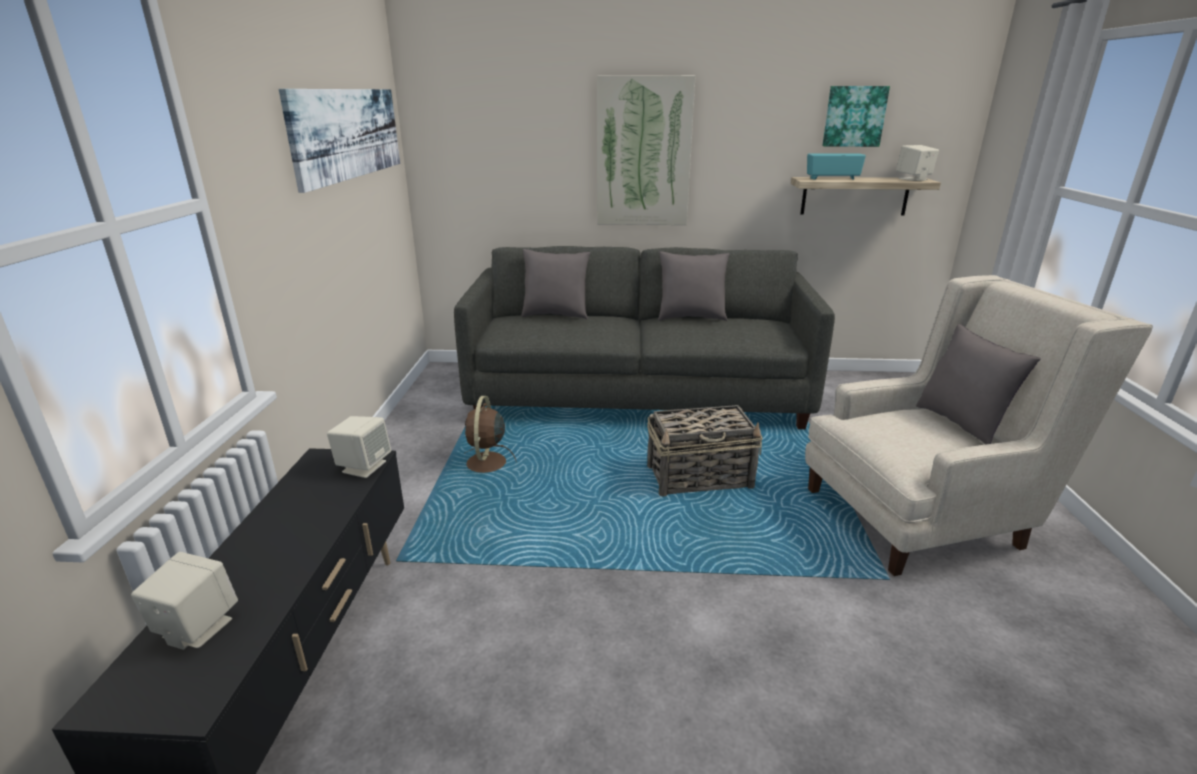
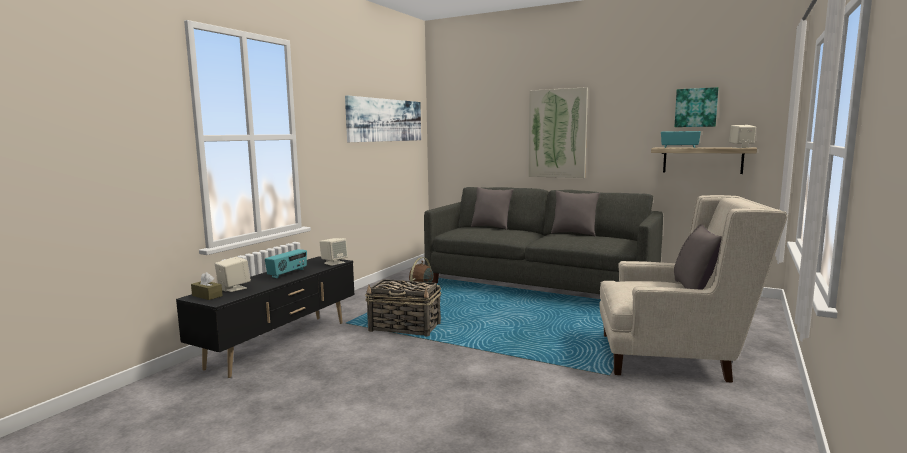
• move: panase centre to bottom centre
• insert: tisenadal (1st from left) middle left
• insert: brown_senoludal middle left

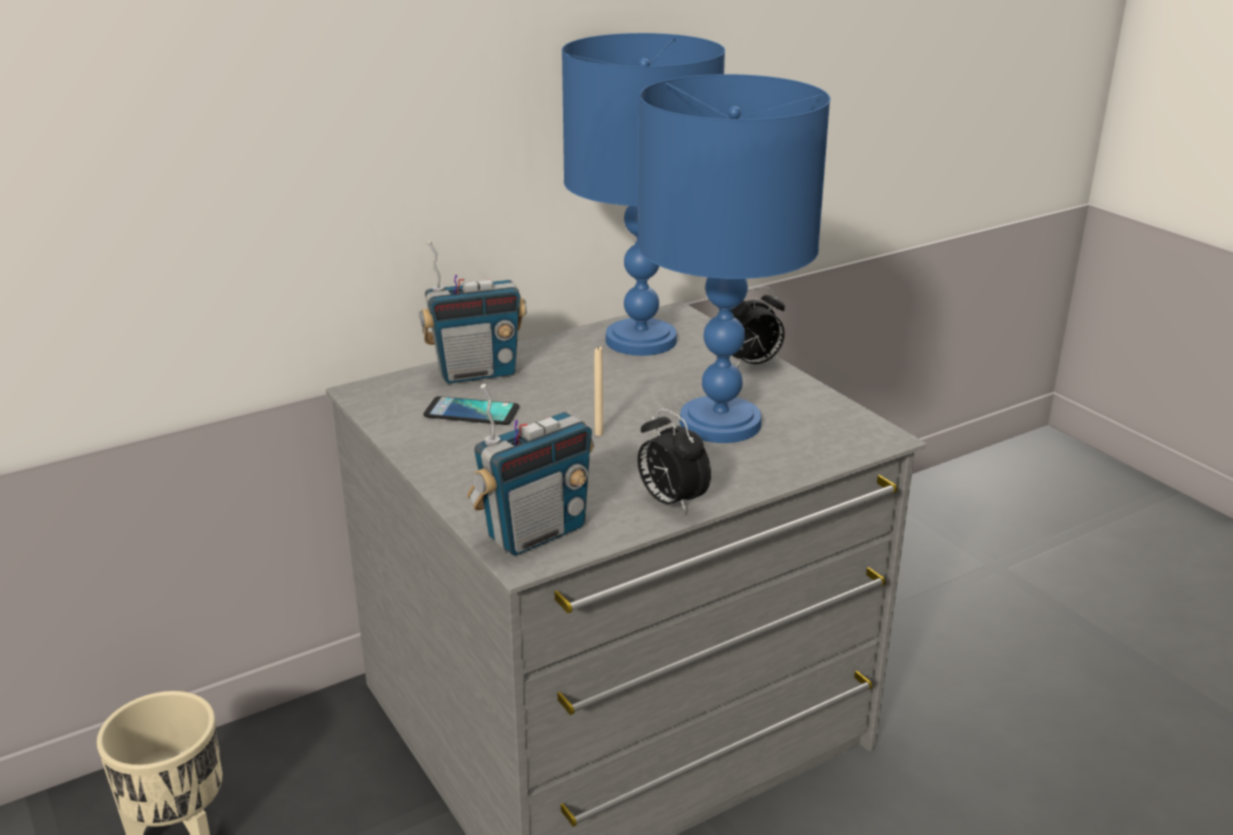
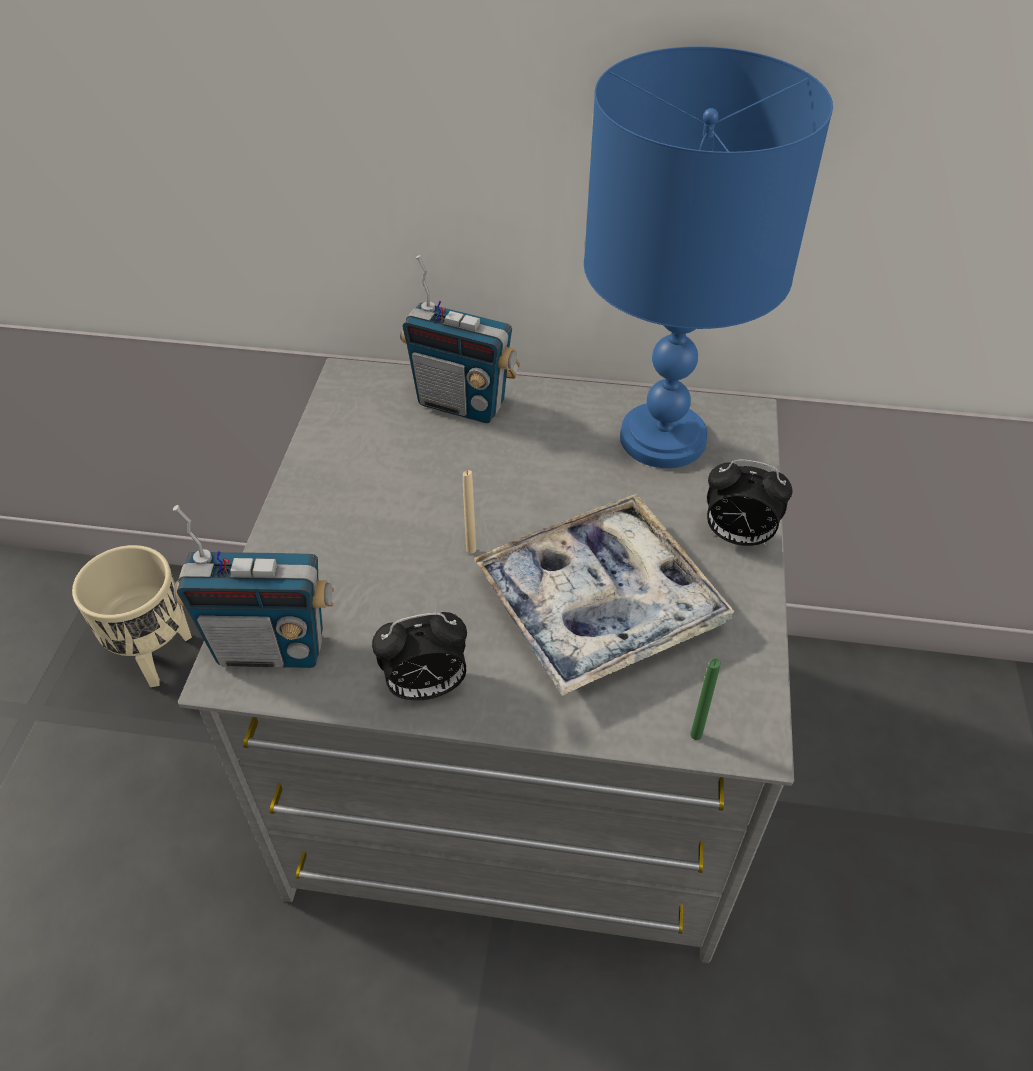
• replace: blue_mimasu (2nd from left) top centre to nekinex centre
• delete: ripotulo centre
• rotate: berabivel (1st from left) centre = centre 105 degrees counterclockwise
• insert: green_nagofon middle right

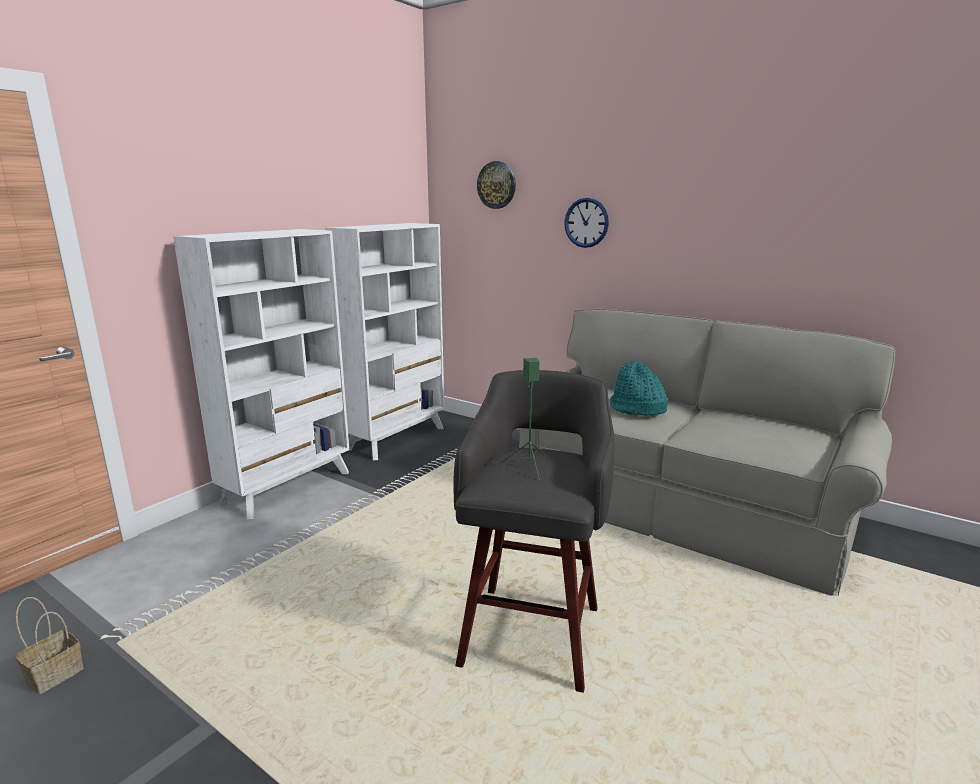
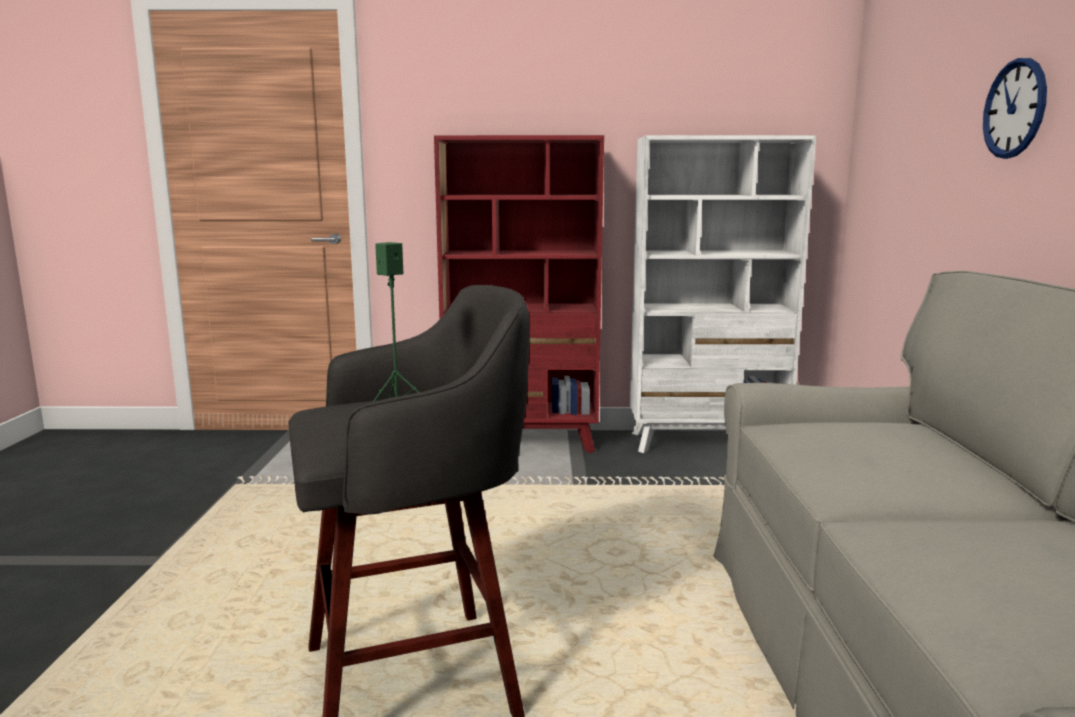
• delete: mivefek (1st from left) top centre
• recolor: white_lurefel (1st from left) middle left to red_lurefel centre
• delete: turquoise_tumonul centre
• delete: panase bottom left

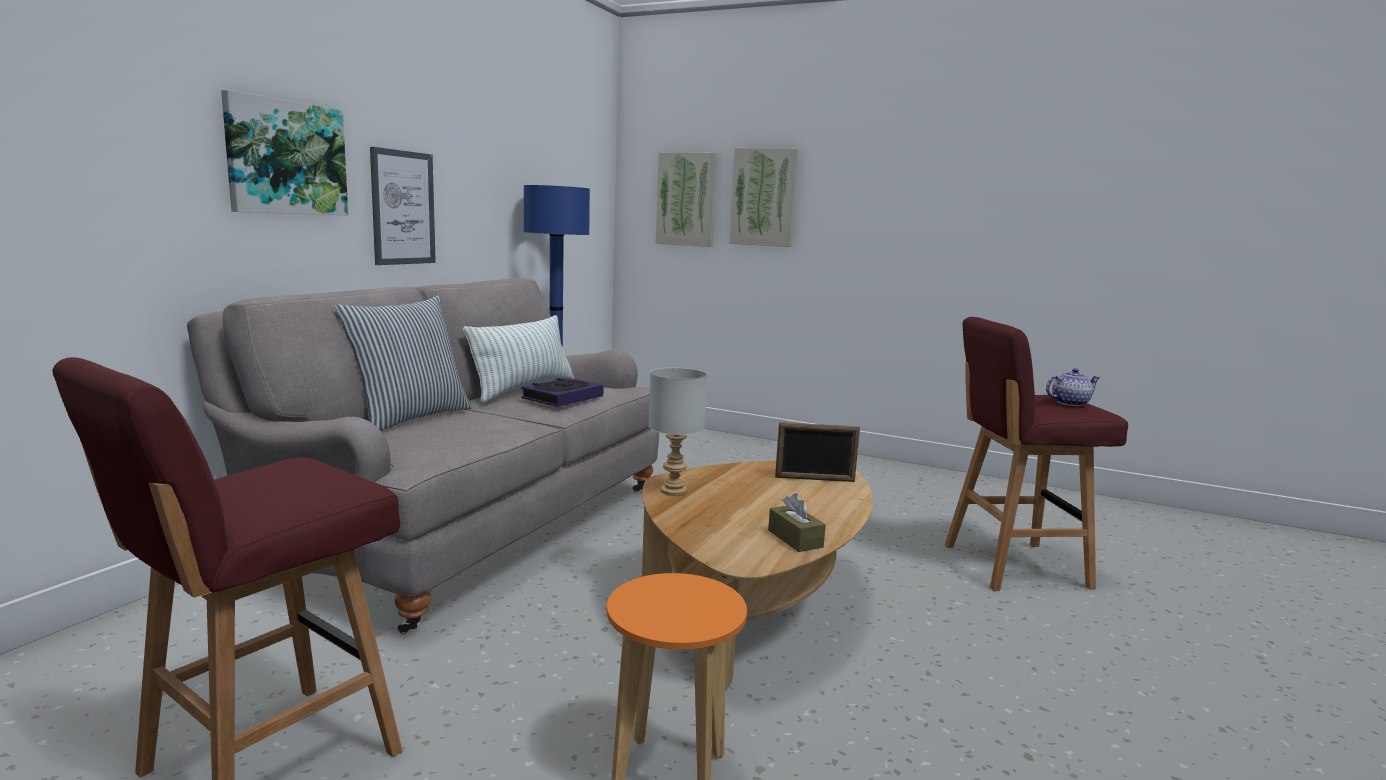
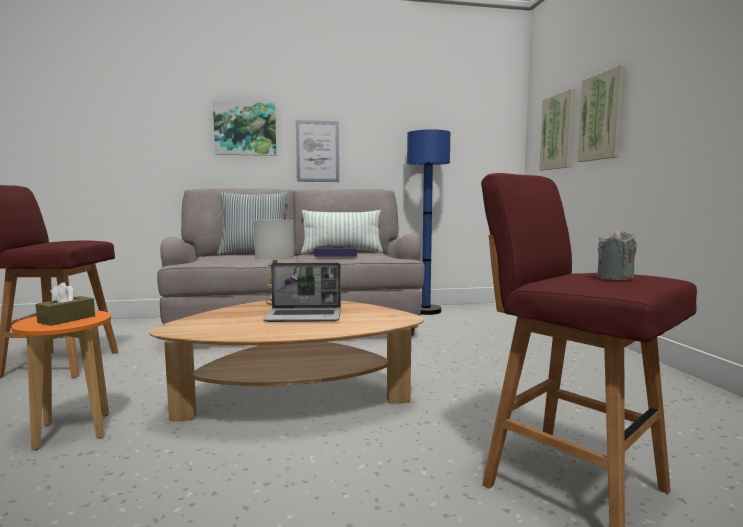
• replace: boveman middle right to grey_nagofon middle right
• delete: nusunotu centre
• move: brown_senoludal bottom centre to middle left
• insert: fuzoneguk centre

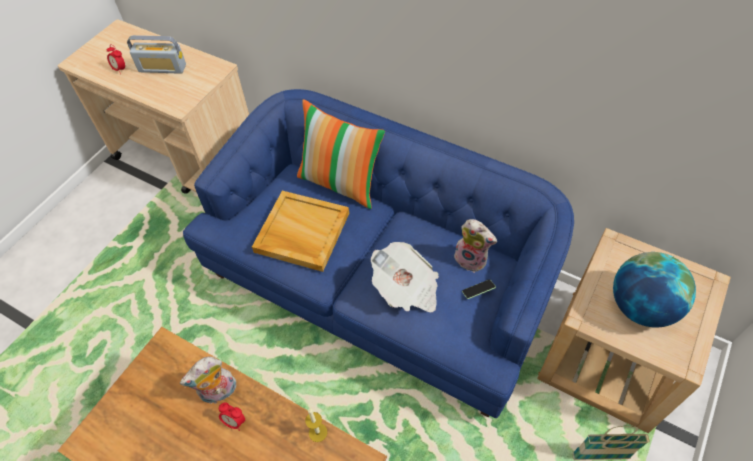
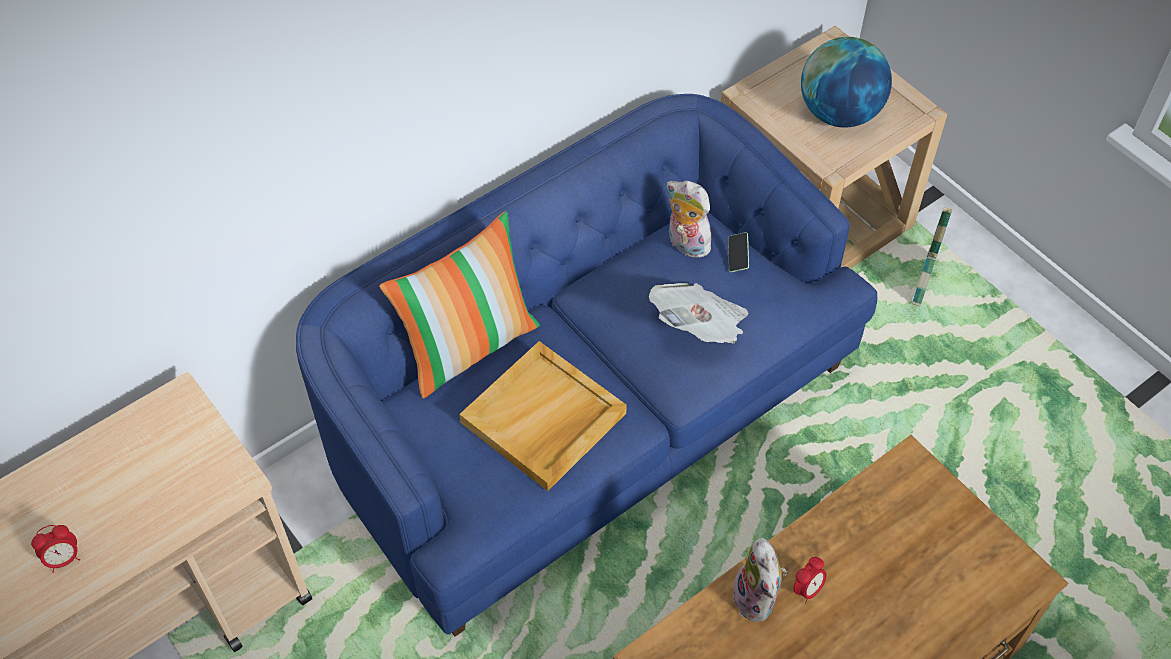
• delete: tisenadal top left
• rotate: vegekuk (2nd from left in the first image) centre = top centre 105 degrees counterclockwise
• delete: nagofon bottom centre

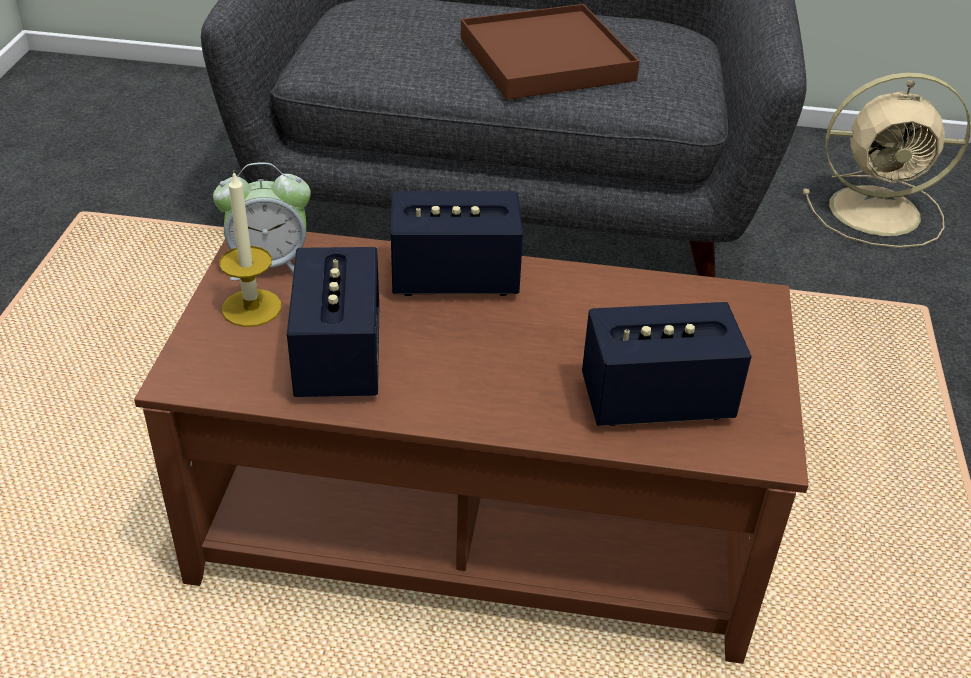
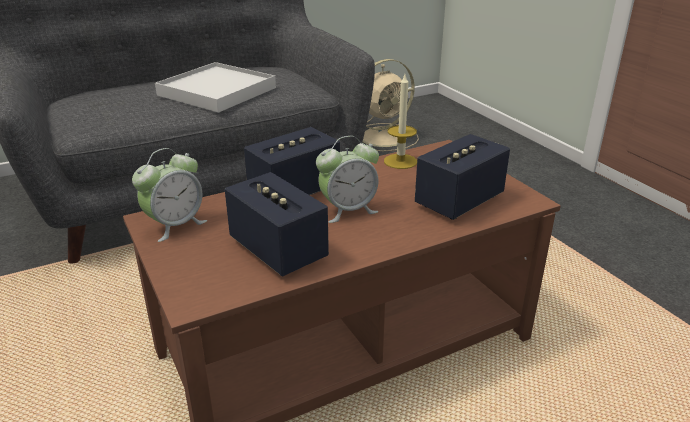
• recolor: brown_nekinex top centre to white_nekinex top left
• move: nagofon middle left to top centre
• insert: berabivel (2nd from left) centre

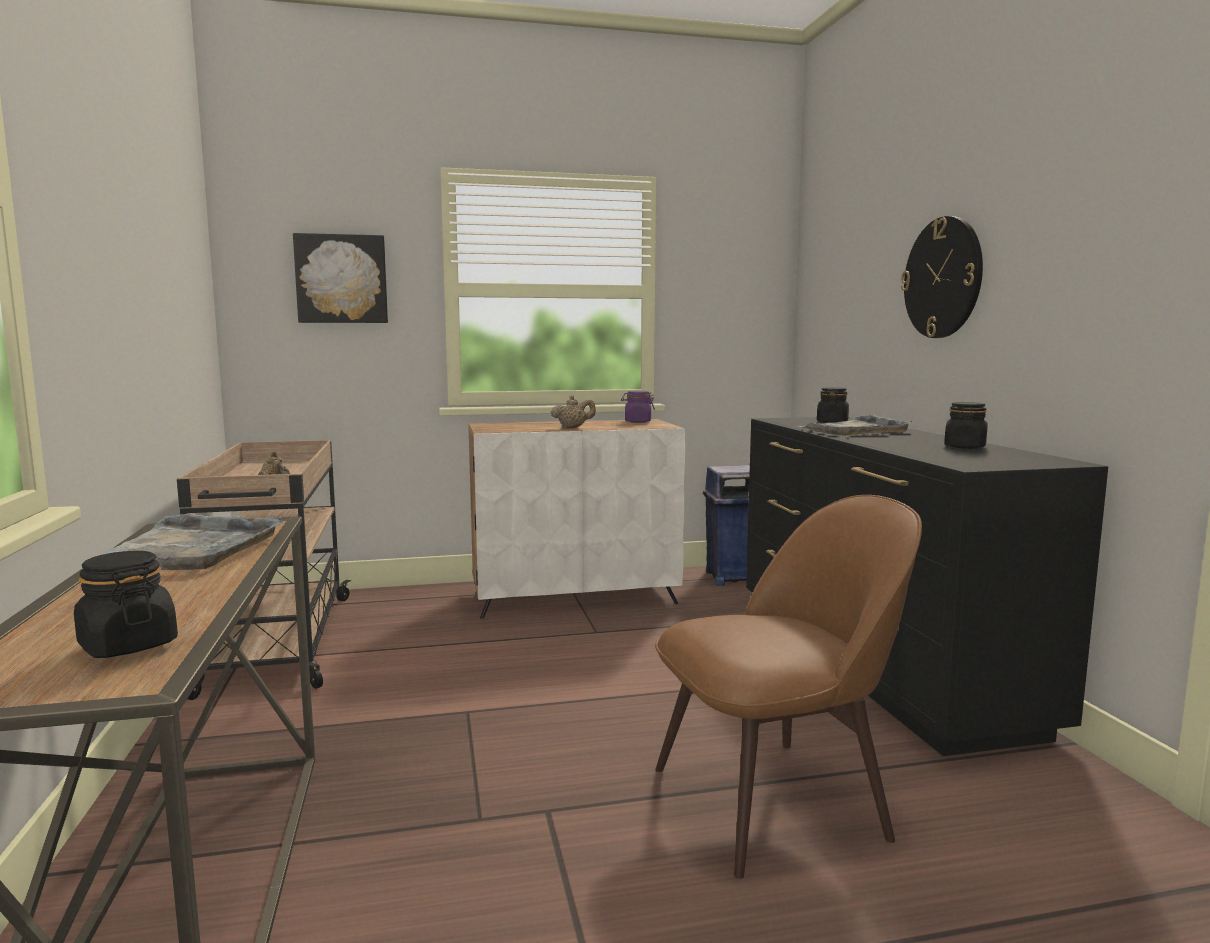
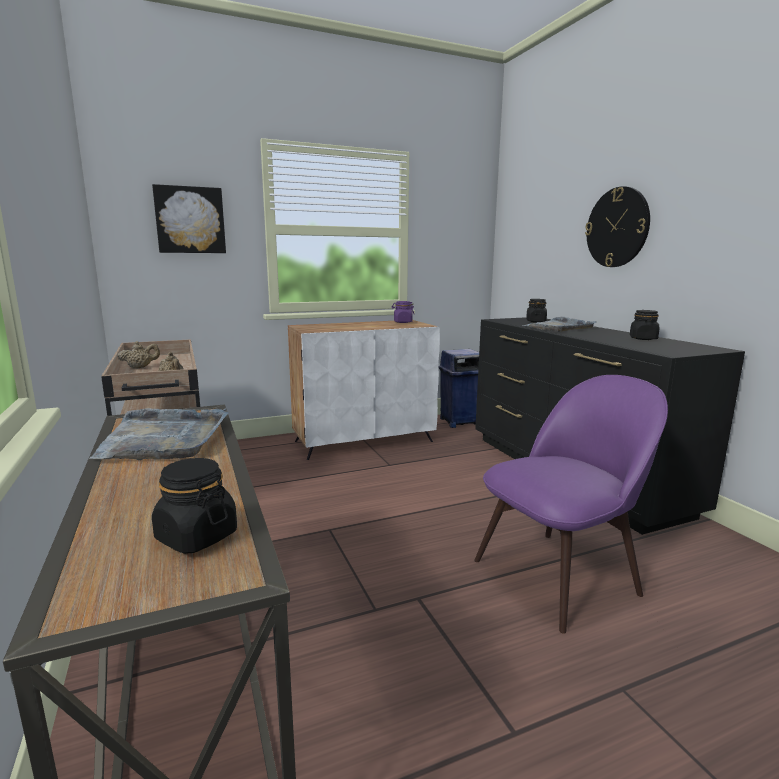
• move: beige_boveman (2nd from left in the first image) centre to beige_boveman (1st from left) middle left
• recolor: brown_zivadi bottom centre to purple_zivadi middle right

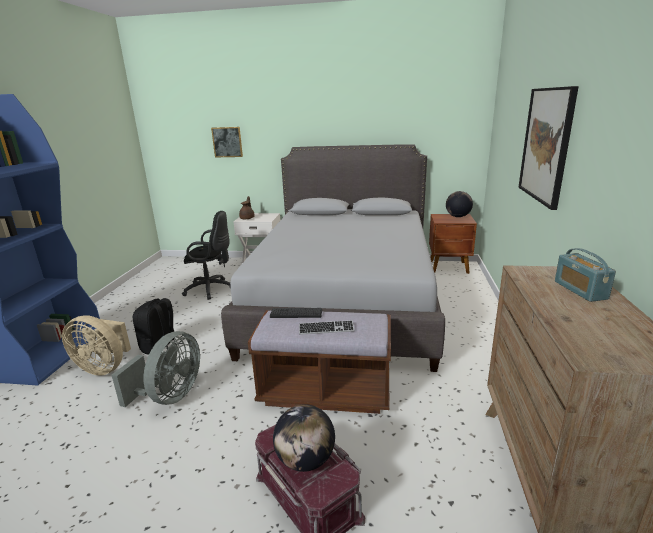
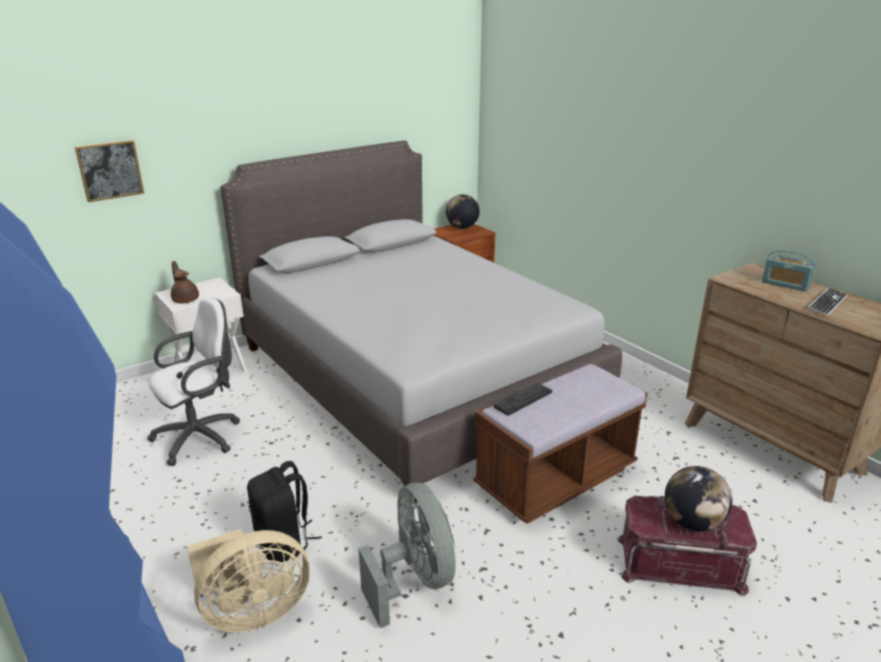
• delete: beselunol (2nd from left) top right
• recolor: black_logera middle left to white_logera middle left
• move: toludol (2nd from left) centre to middle right

